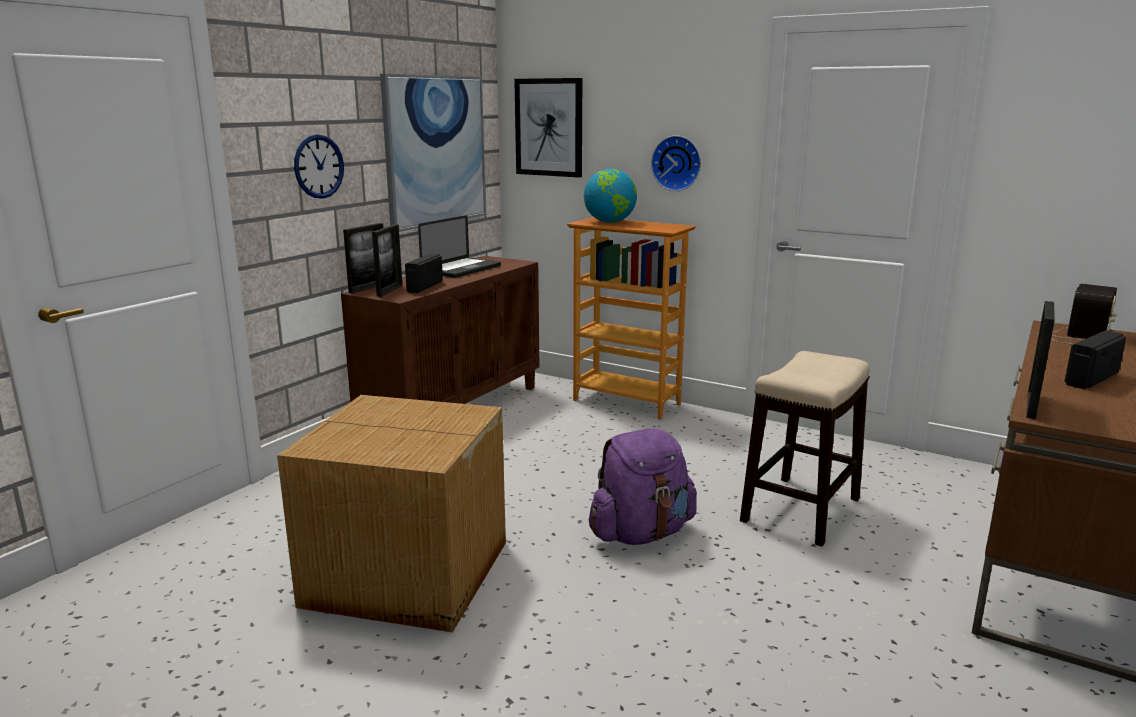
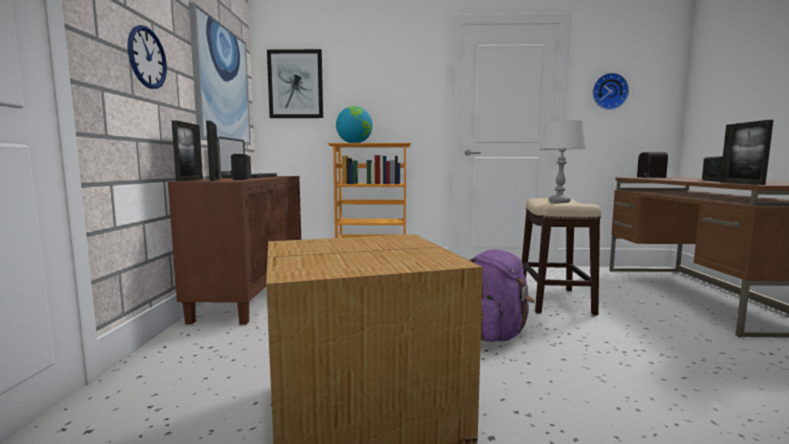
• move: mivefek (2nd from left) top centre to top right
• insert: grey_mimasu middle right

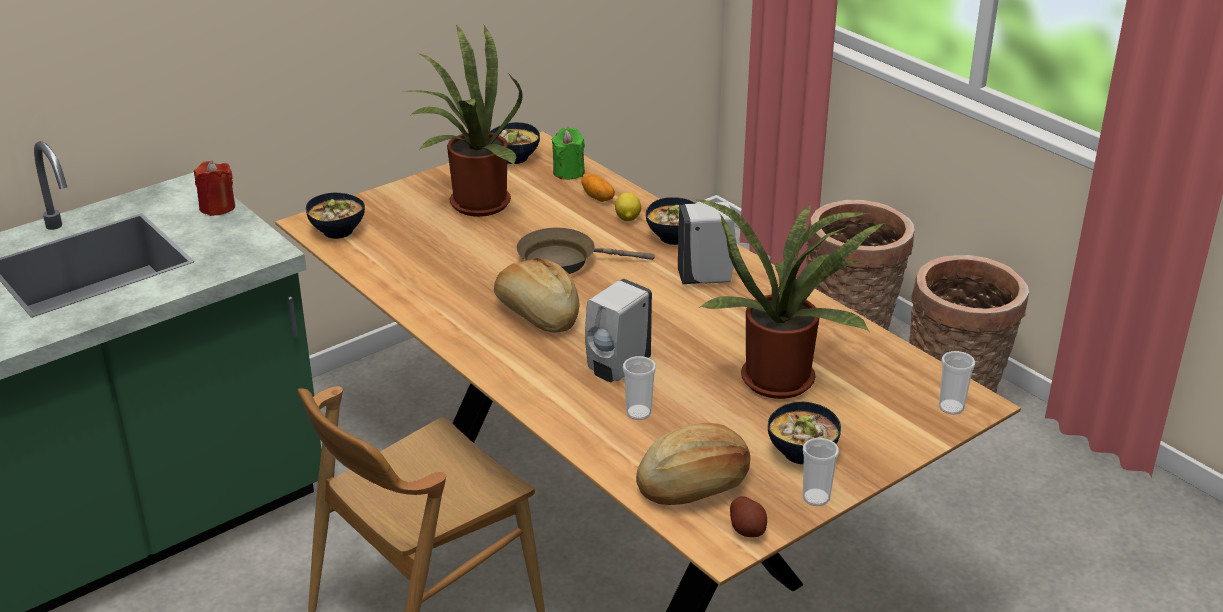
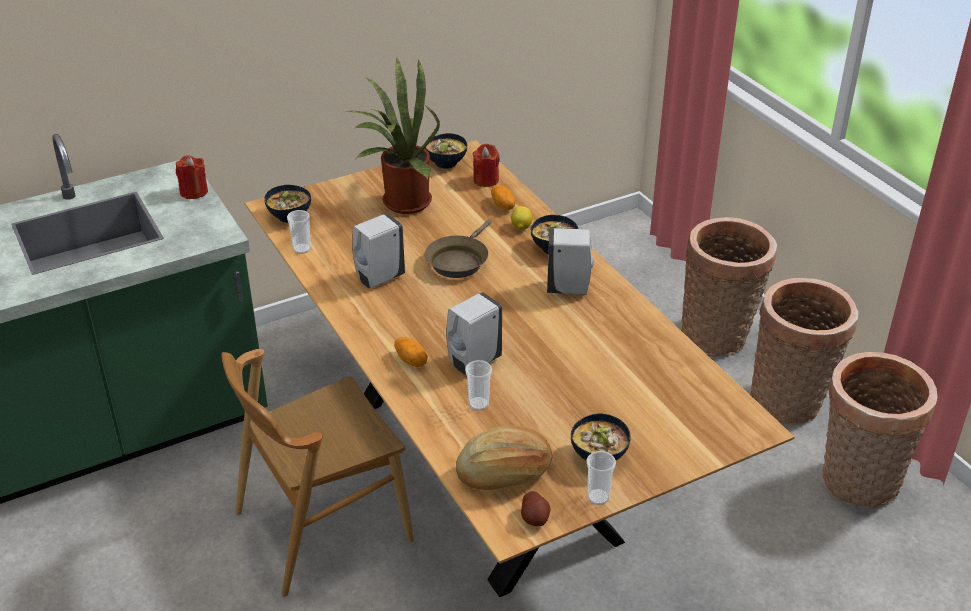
• recolor: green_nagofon top centre to red_nagofon (2nd from left) top centre
• delete: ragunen (2nd from left) centre
• rotate: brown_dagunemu centre = centre 75 degrees counterclockwise
• delete: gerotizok (1st from left) centre
• move: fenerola (3rd from left in the first image) middle right to fenerola (1st from left) middle left
• insert: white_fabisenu (1st from left) centre
• insert: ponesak (1st from left) centre
• insert: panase (3rd from left) bottom right

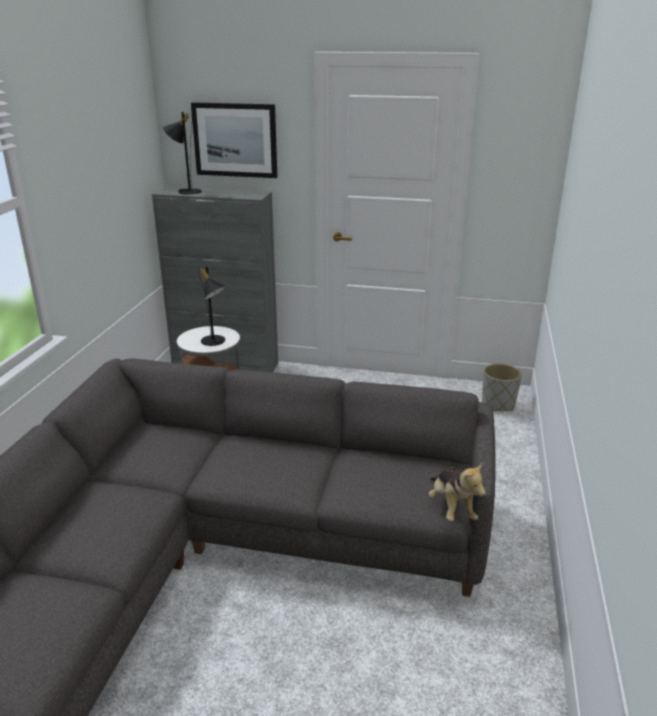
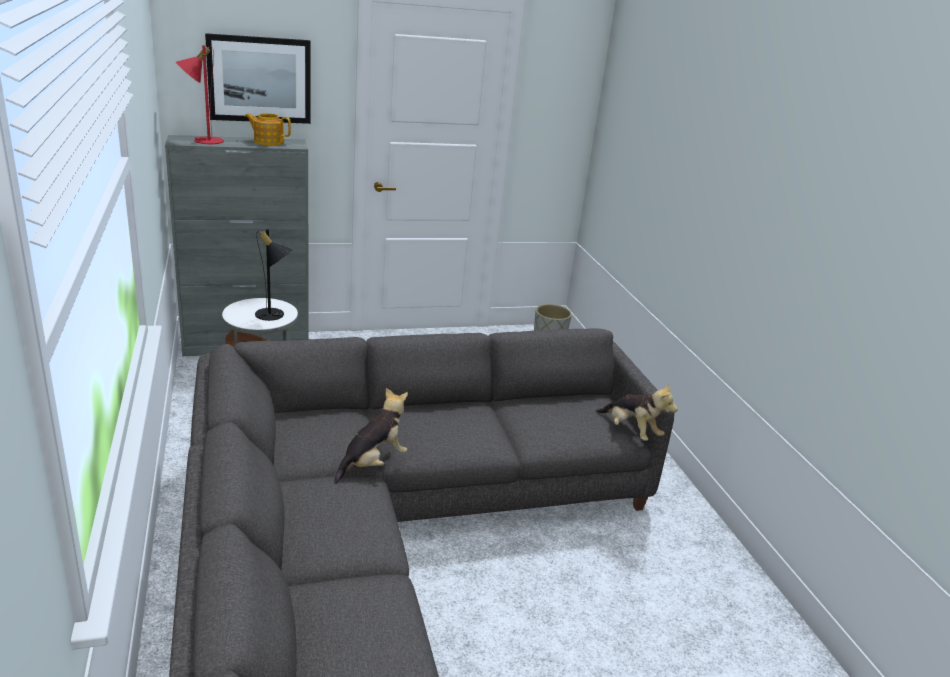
• recolor: black_mimasu (1st from left) top left to red_mimasu top left
• insert: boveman top left
• insert: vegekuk (1st from left) centre

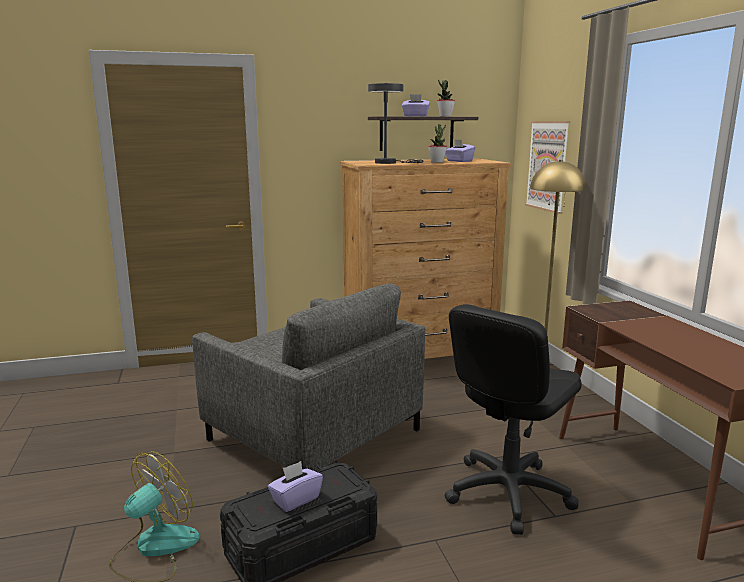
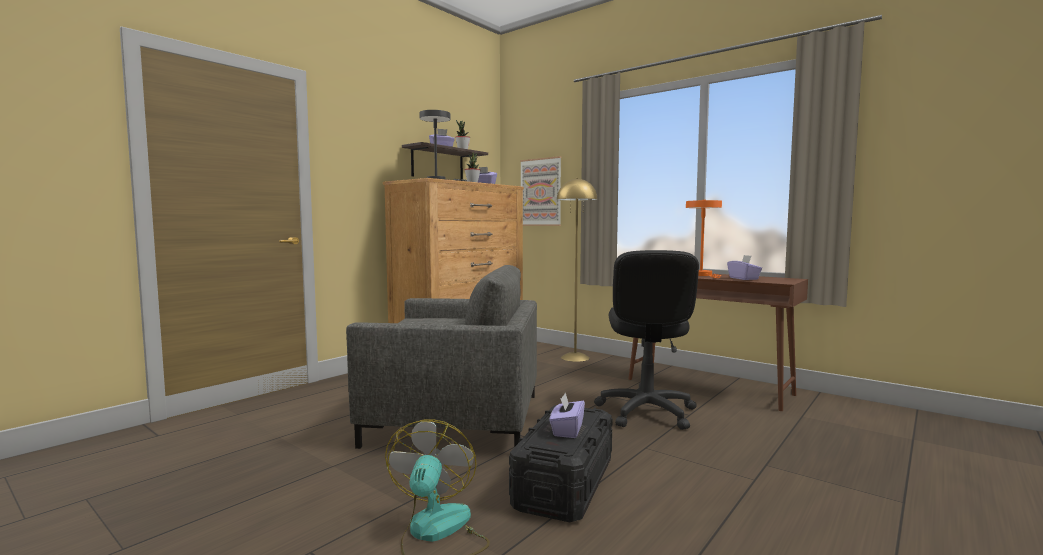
• insert: orange_mimasu middle right
• insert: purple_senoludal (4th from left) middle right

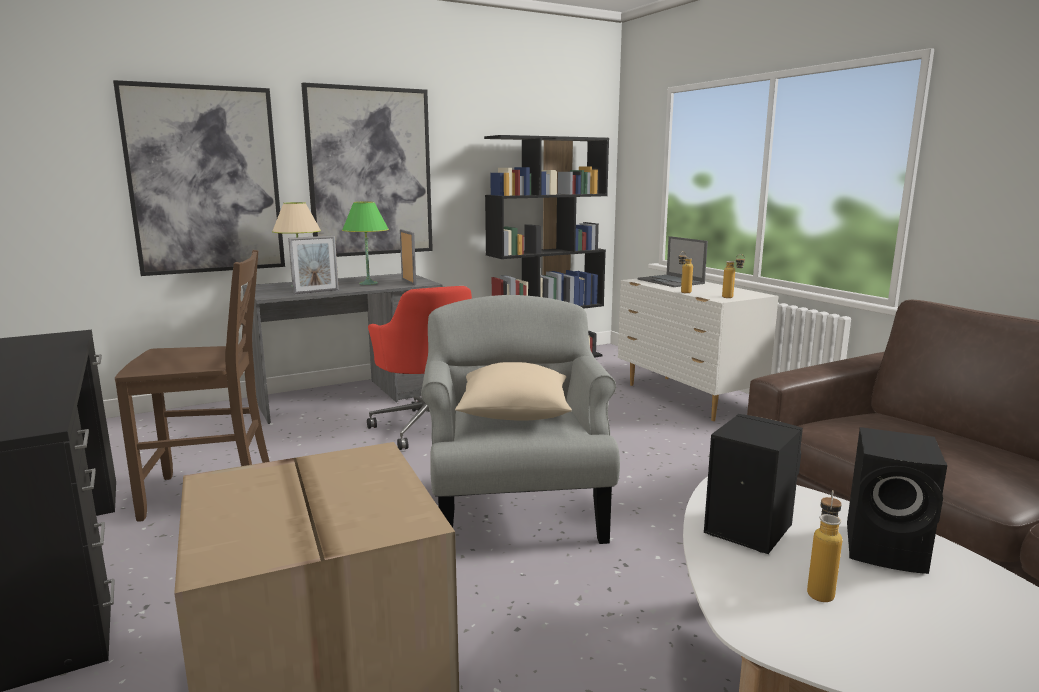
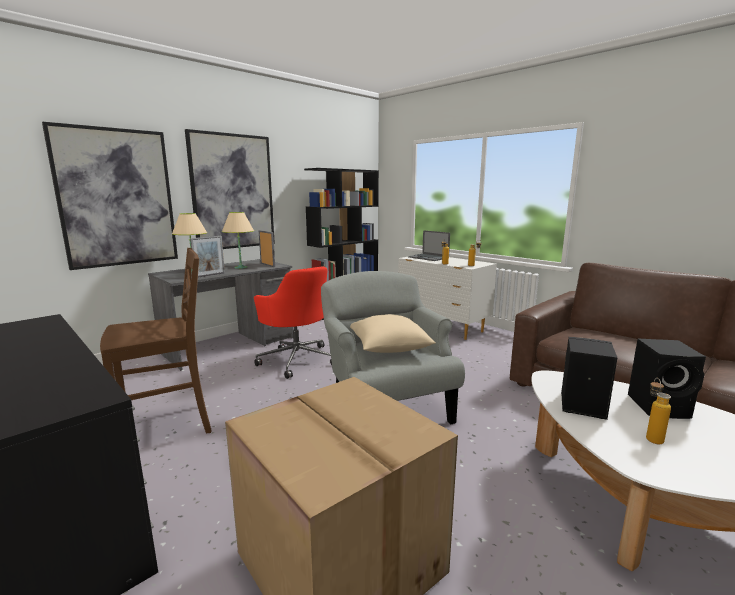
• recolor: green_mimasu centre to beige_mimasu (2nd from left) middle left

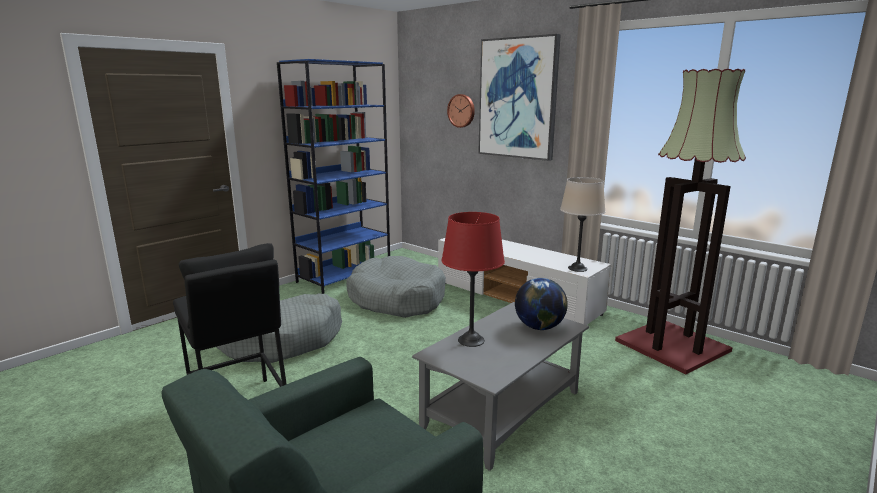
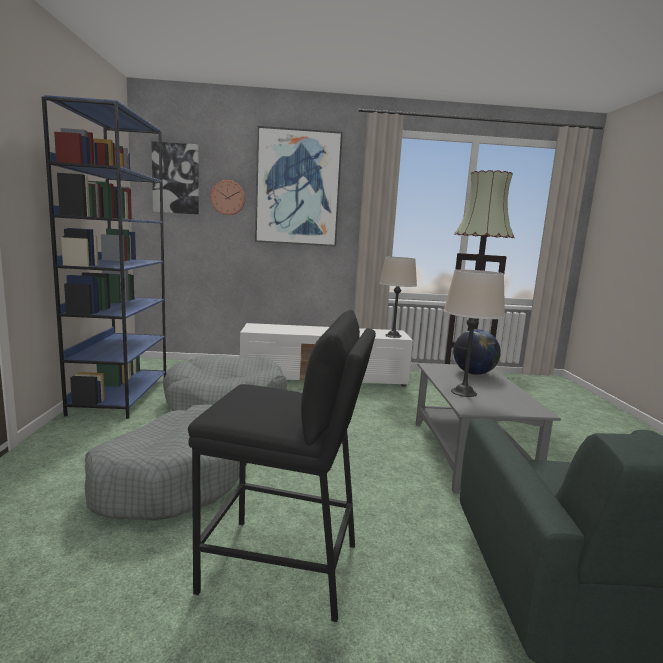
• recolor: red_mimasu centre to beige_mimasu (2nd from left) middle right
• insert: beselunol (1st from left) top left

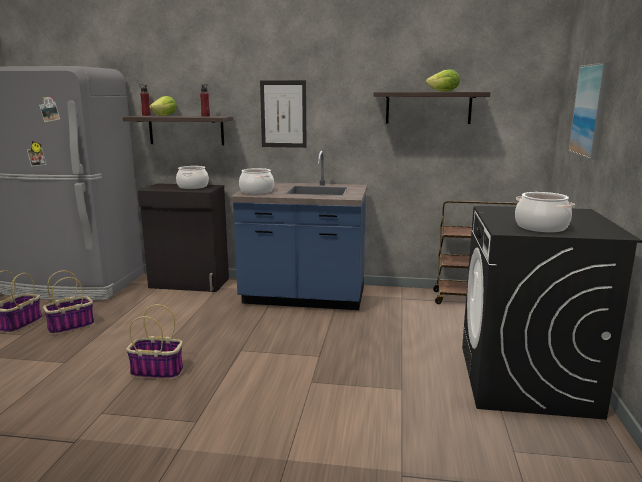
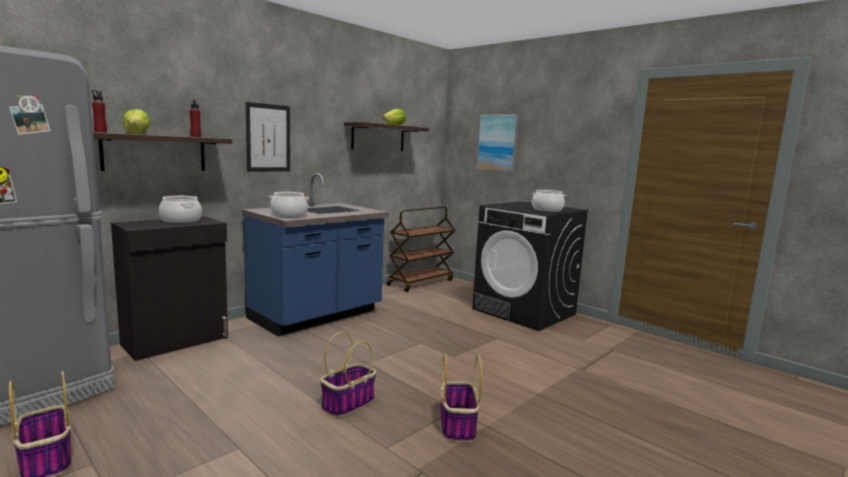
• move: panase (2nd from left in the first image) middle left to panase (3rd from left) bottom centre

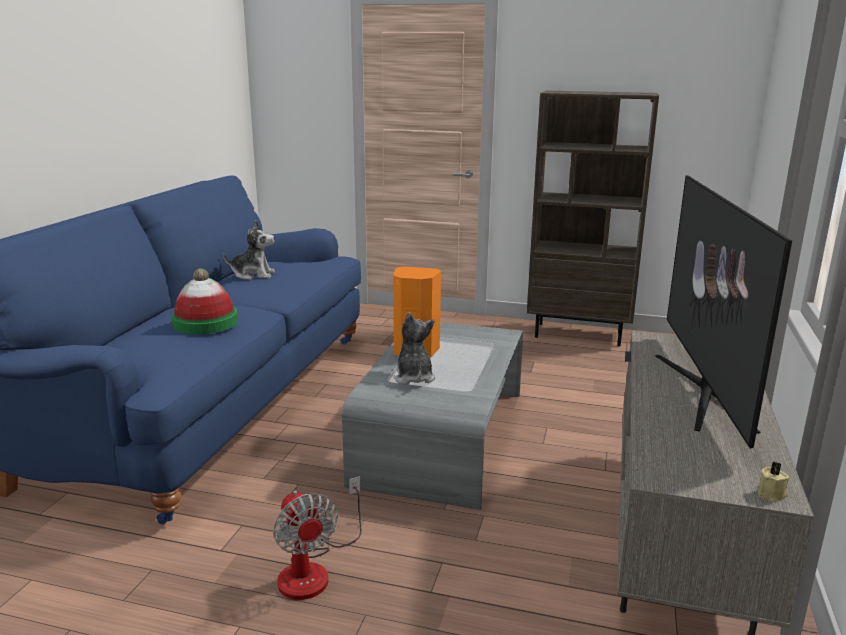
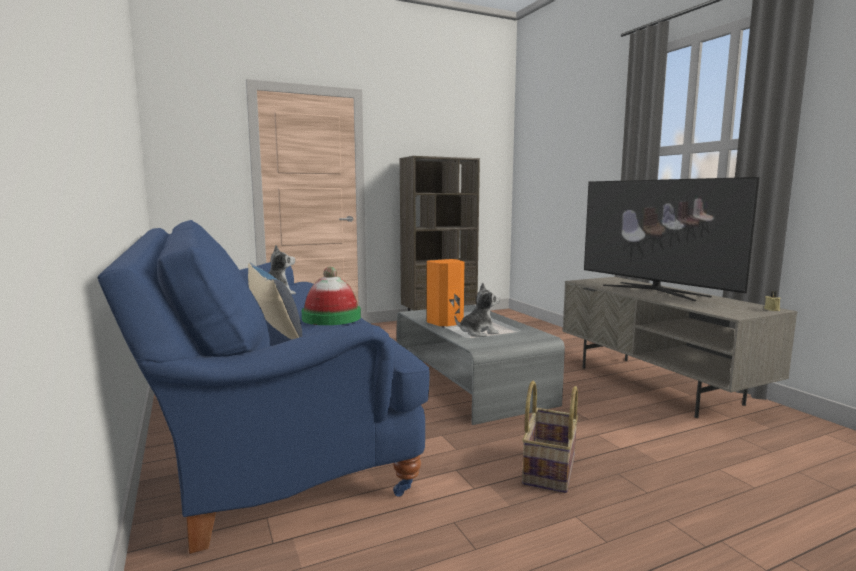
• rotate: vegekuk (2nd from left) centre = centre 120 degrees clockwise
• replace: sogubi bottom centre to panase bottom centre
• insert: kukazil middle left

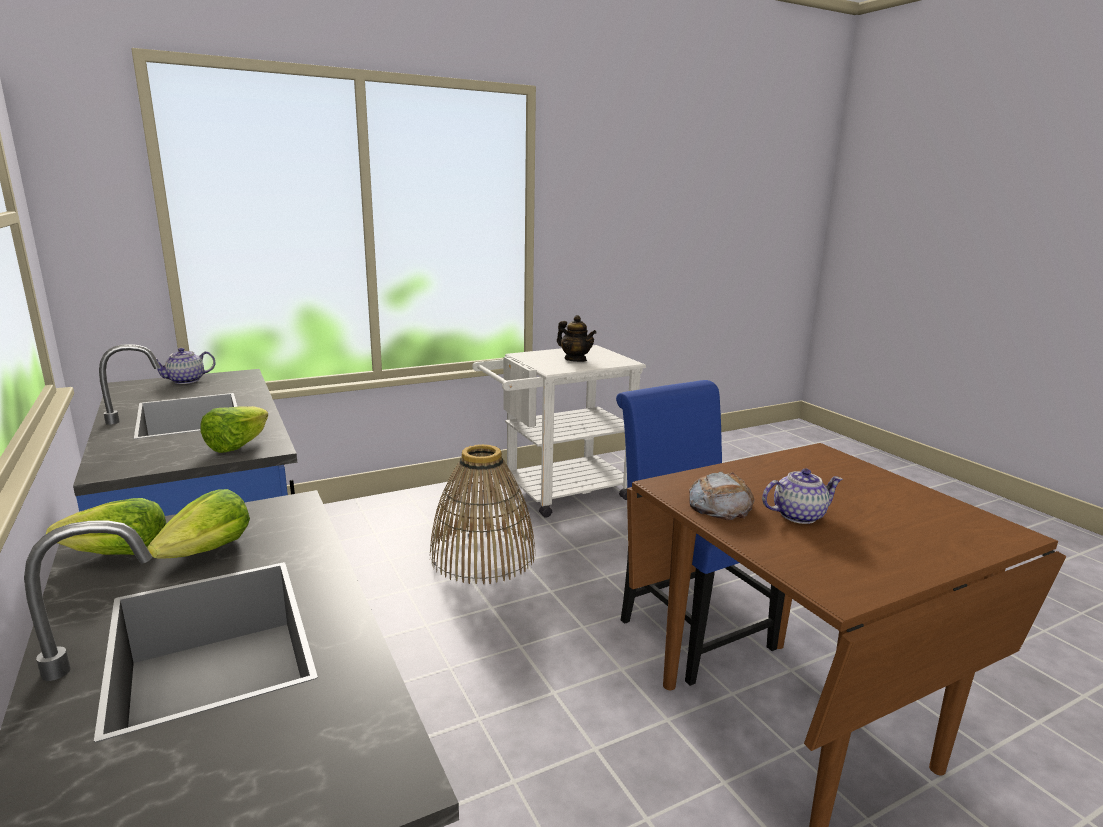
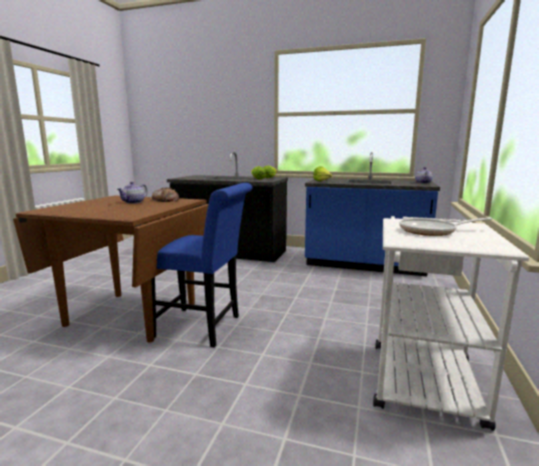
• replace: boveman (2nd from left) centre to dagunemu middle right
• delete: panase centre

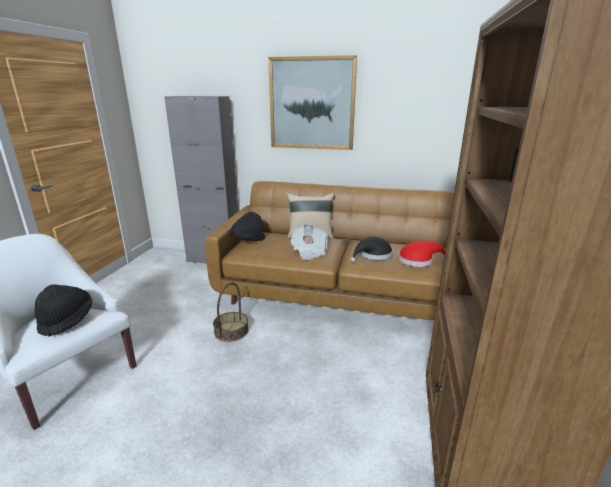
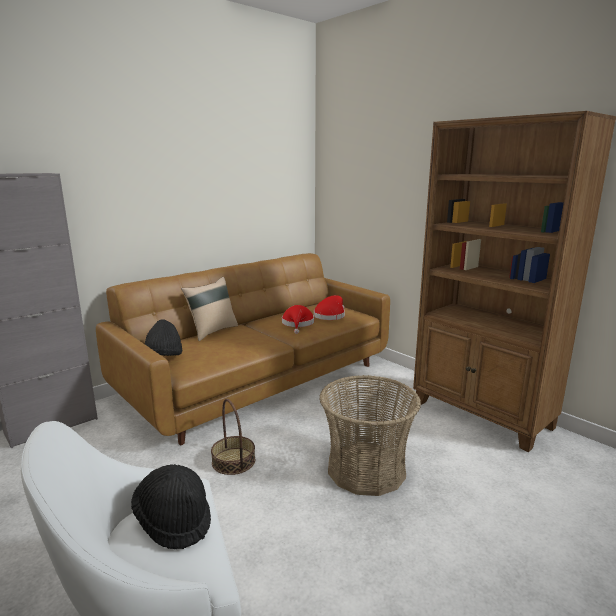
• delete: beselunol top centre
• delete: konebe centre
• recolor: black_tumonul (3rd from left) centre to red_tumonul (1st from left) centre
• insert: panase (2nd from left) bottom centre

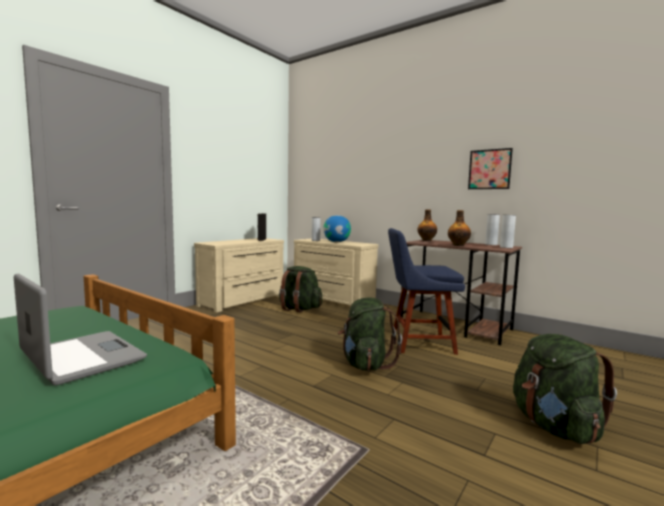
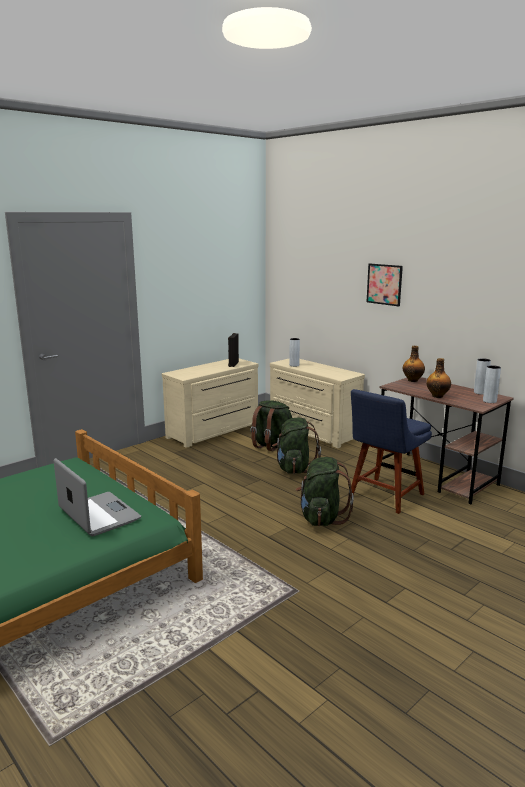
• move: beselunol top right to middle right
• delete: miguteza centre
• rotate: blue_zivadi centre = middle right 60 degrees counterclockwise
• move: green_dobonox (3rd from left in the first image) bottom right to green_dobonox (2nd from left) centre

